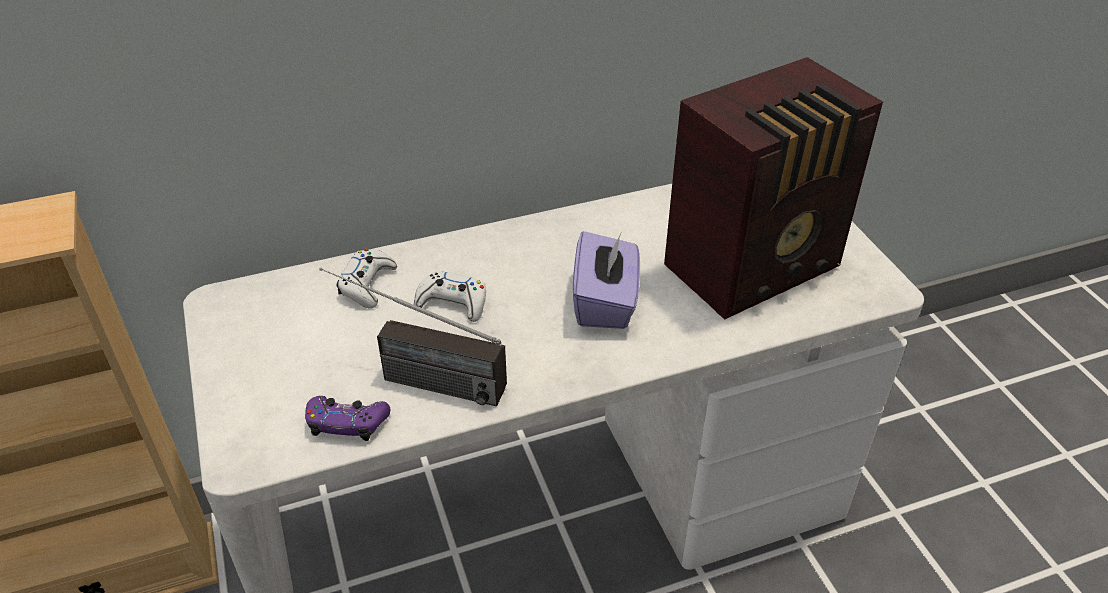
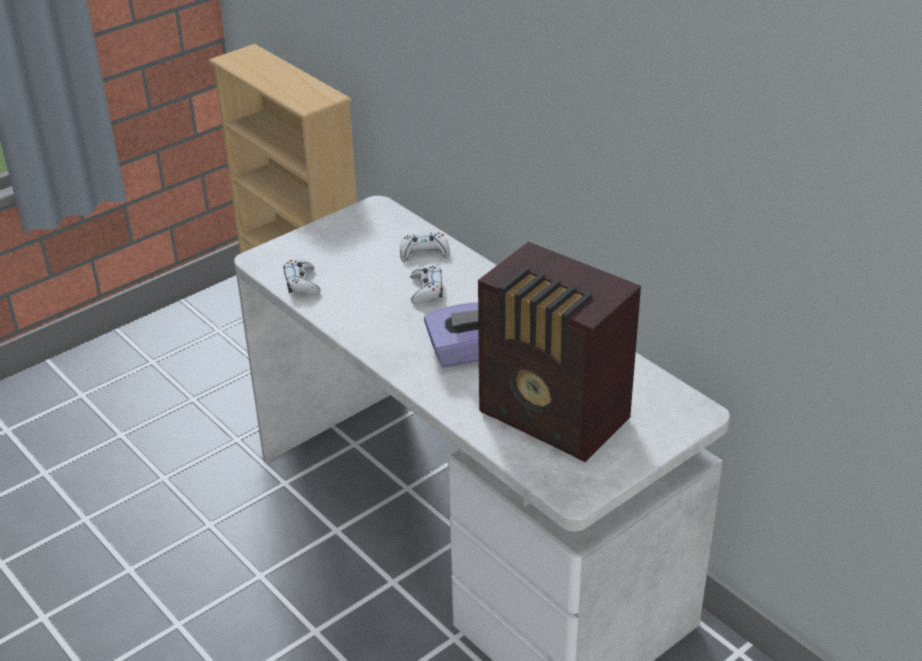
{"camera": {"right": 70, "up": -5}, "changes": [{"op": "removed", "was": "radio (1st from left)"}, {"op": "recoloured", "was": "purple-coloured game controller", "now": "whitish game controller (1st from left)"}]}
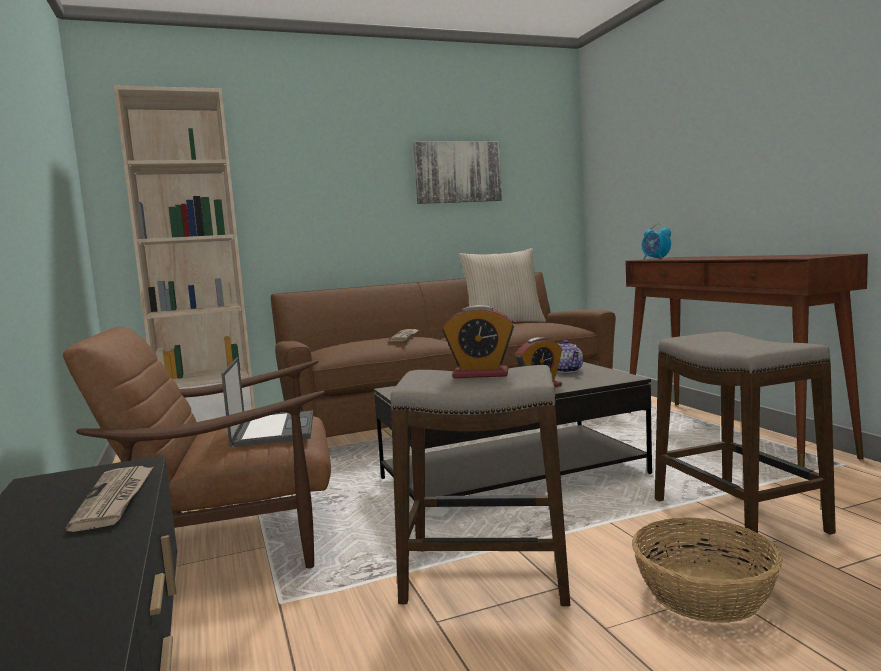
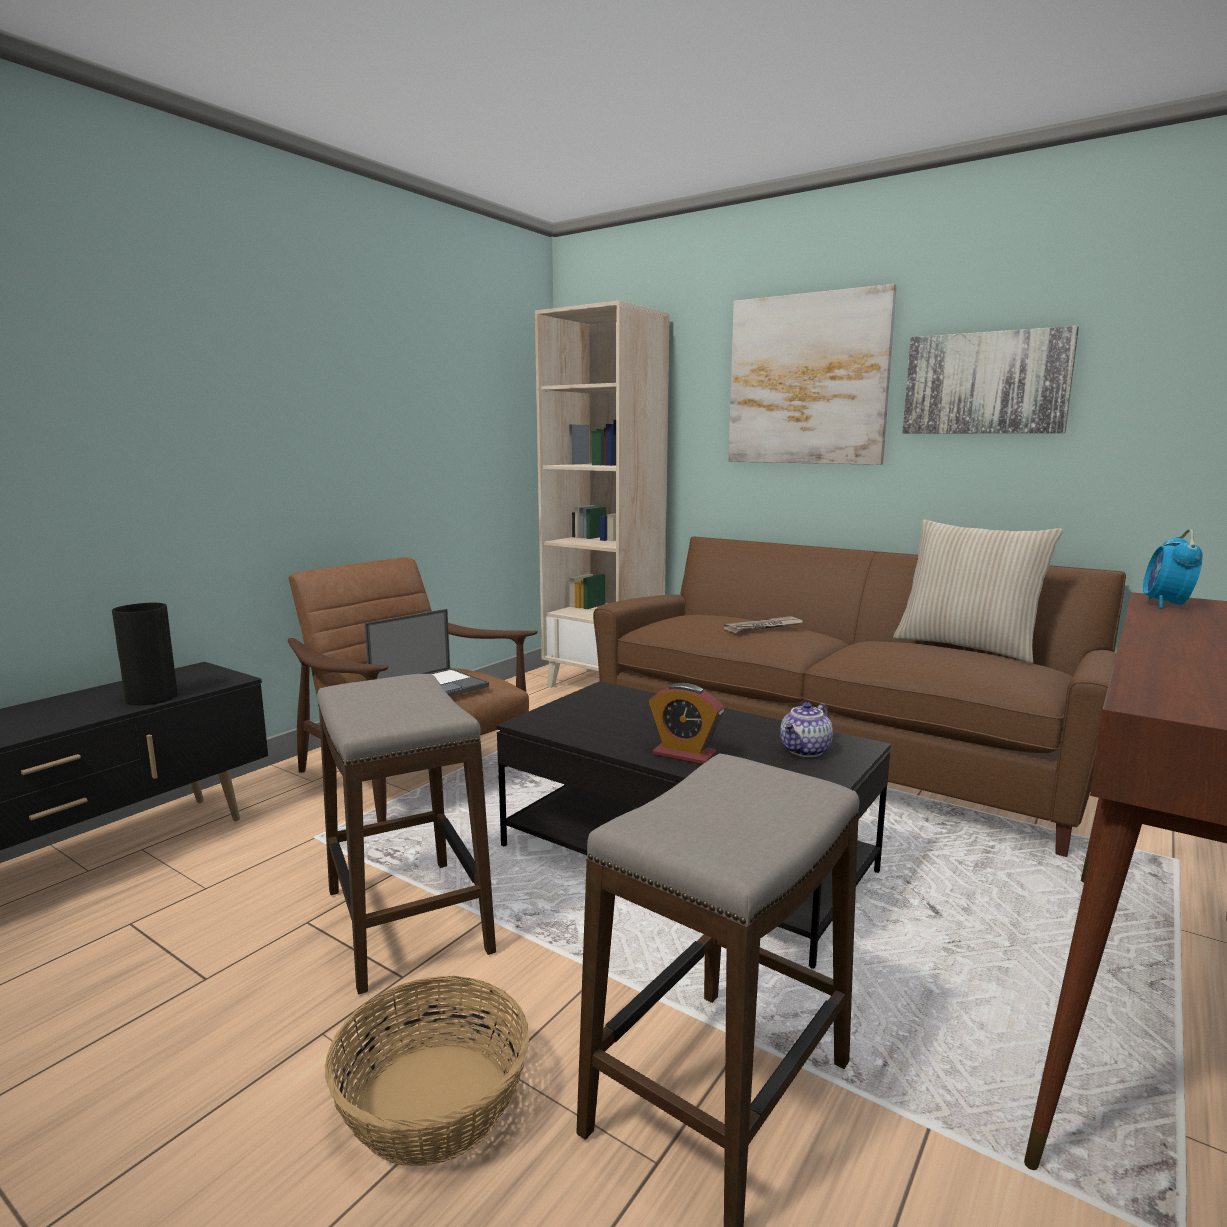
{"camera": {"right": 55, "up": 5}, "changes": [{"op": "removed", "was": "table clock (1st from left)"}, {"op": "added", "now": "wall picture (1st from left)"}, {"op": "replaced", "was": "daily paper (1st from left)", "now": "vase"}]}
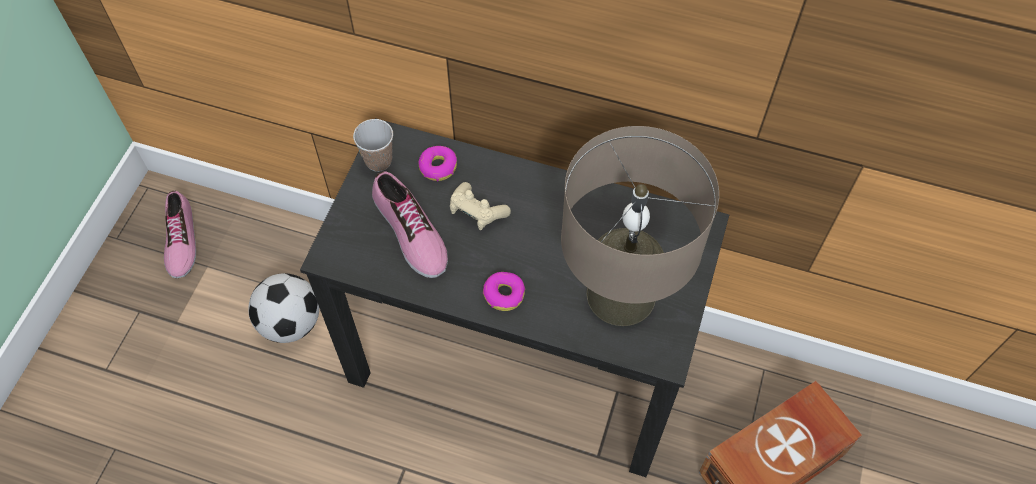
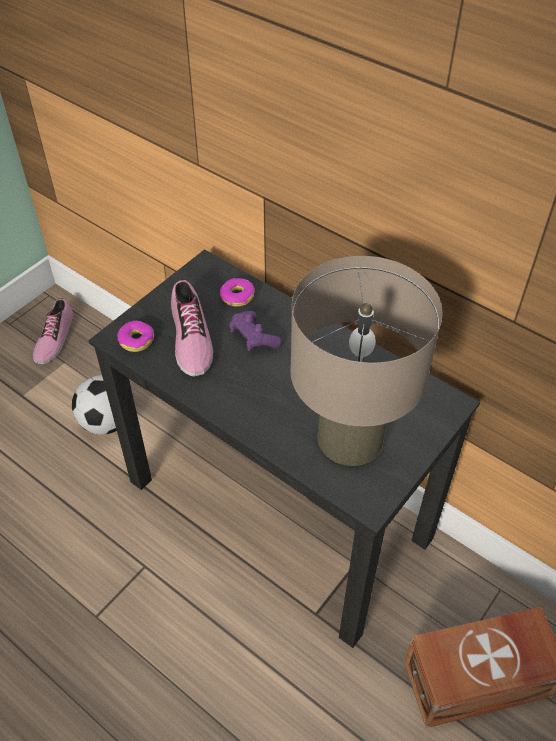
{"camera": {"right": 20, "up": -10}, "changes": [{"op": "removed", "was": "cup"}, {"op": "moved", "was": "donut (2nd from left in the first image)", "now": "donut (1st from left)"}, {"op": "recoloured", "was": "beige-coloured game controller", "now": "purple-coloured game controller"}]}
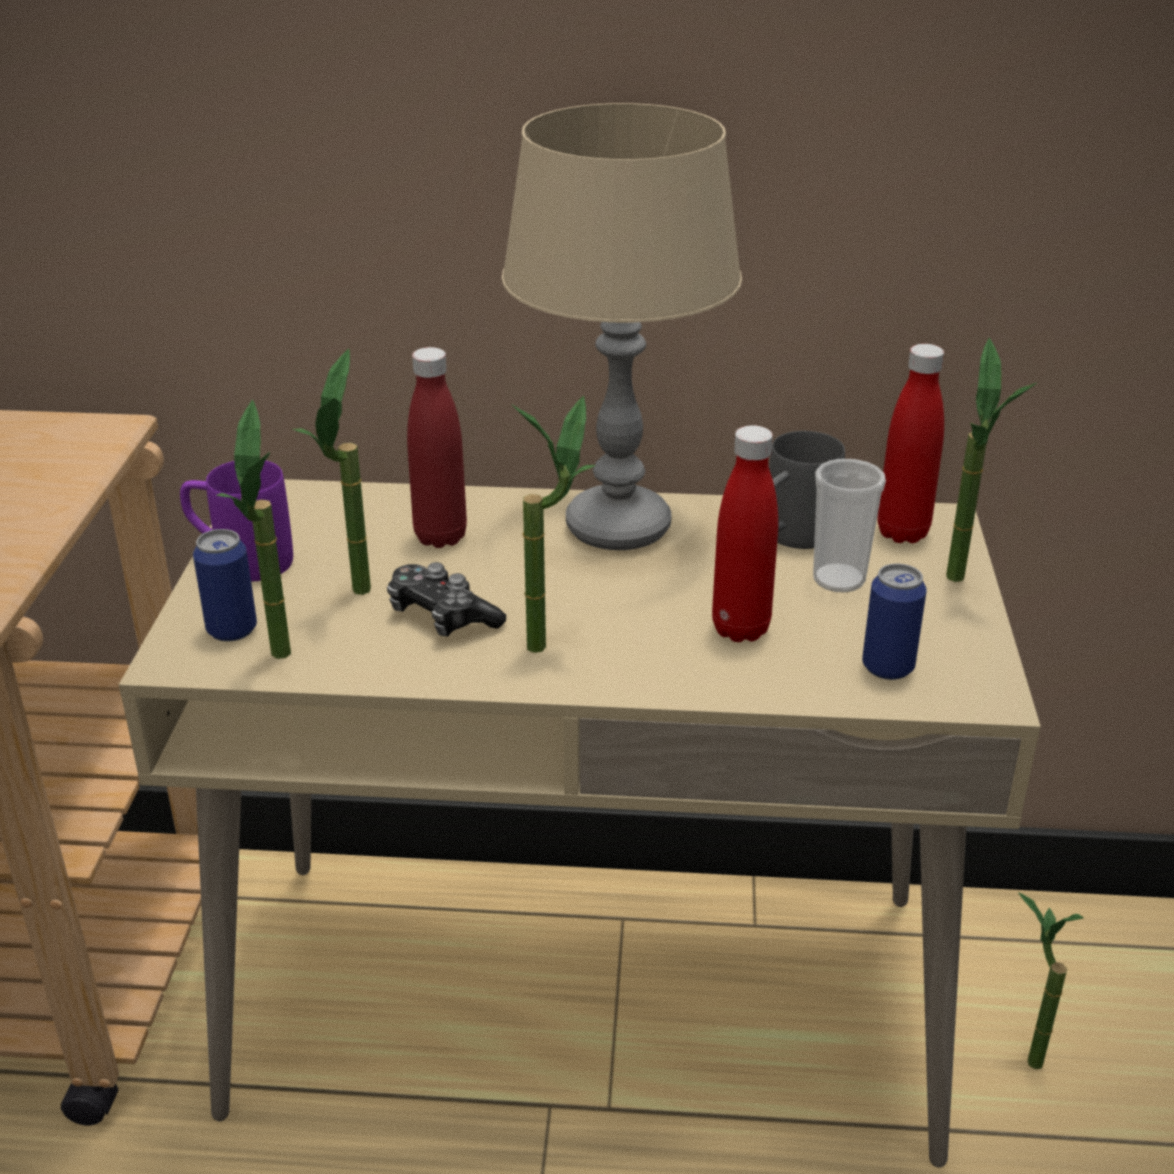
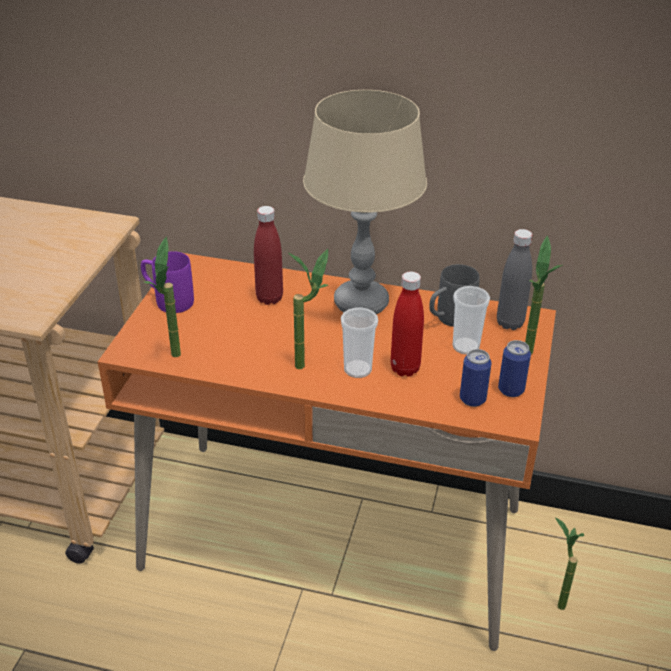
{"camera": {"right": 10, "up": 5}, "changes": [{"op": "removed", "was": "plant in a pot (2nd from left)"}, {"op": "removed", "was": "game controller"}, {"op": "added", "now": "cup (1st from left)"}, {"op": "moved", "was": "sealed can (1st from left in the first image)", "now": "sealed can (2nd from left)"}, {"op": "recoloured", "was": "beige-coloured desk", "now": "orange-coloured desk"}, {"op": "recoloured", "was": "reddish drink bottle (3rd from left)", "now": "greyish drink bottle"}]}
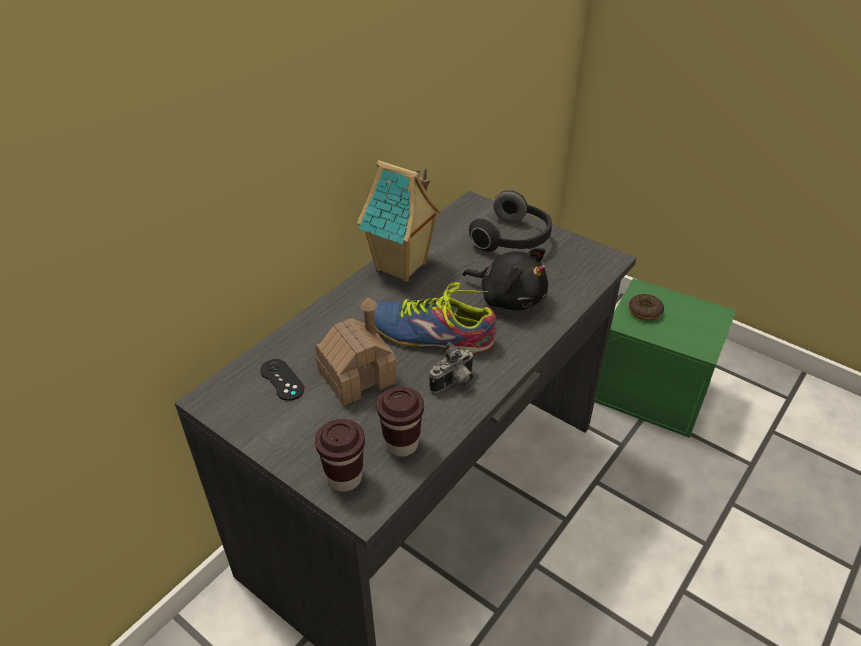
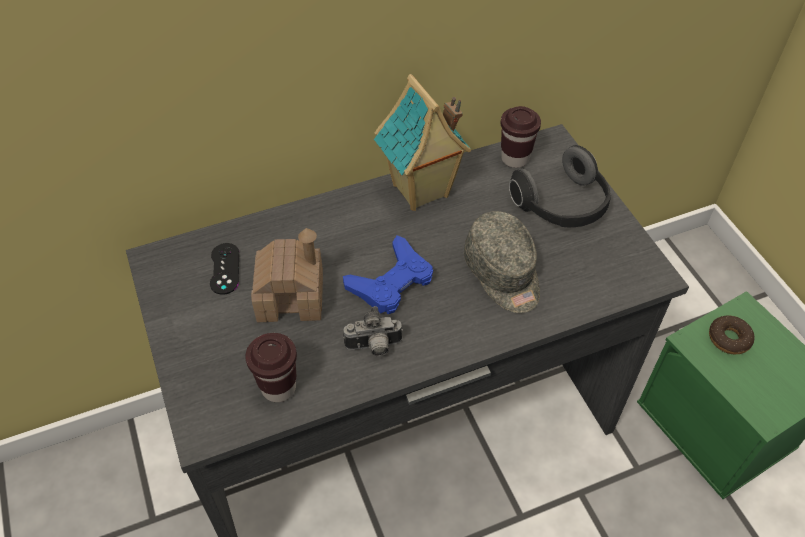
{"camera": {"right": 30, "up": 10}, "changes": [{"op": "moved", "was": "brownish cup (1st from left in the first image)", "now": "brownish cup (2nd from left)"}, {"op": "replaced", "was": "low shoe", "now": "blue game controller"}, {"op": "replaced", "was": "blackish soft toy", "now": "greyish peaked cap"}]}
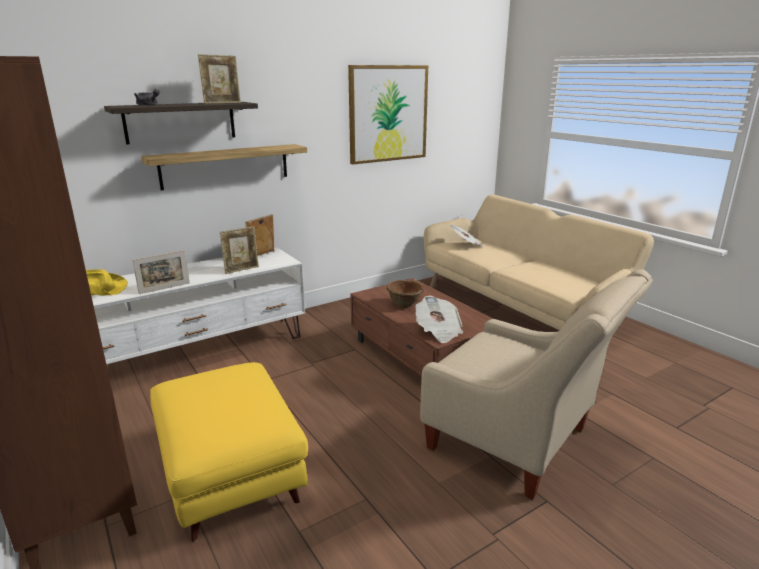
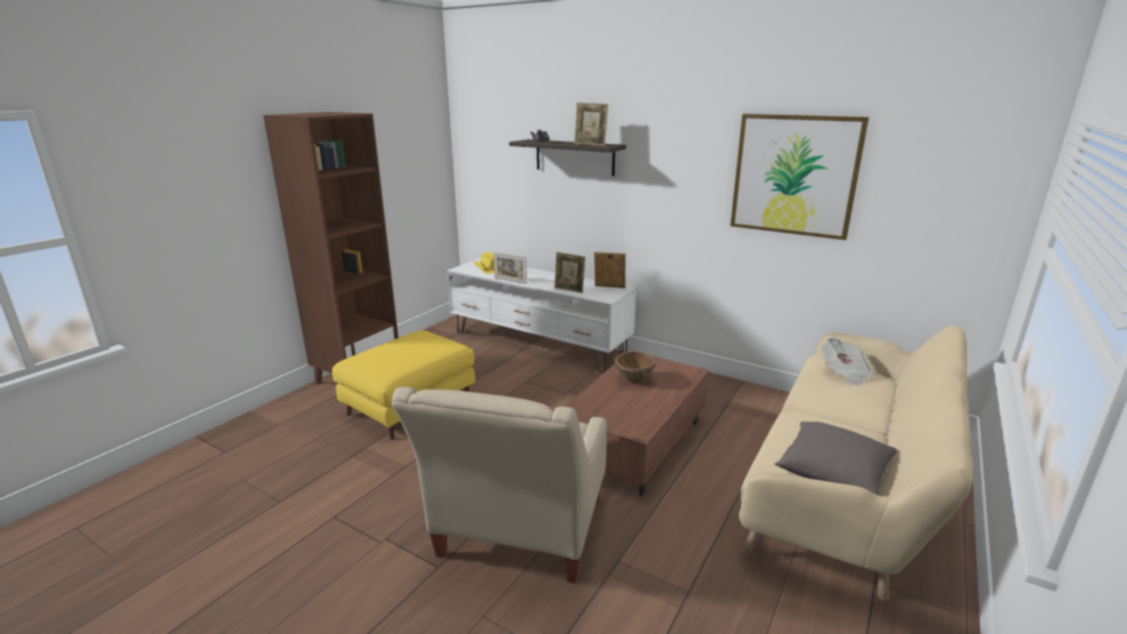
{"camera": {"right": 65, "up": 0}, "changes": [{"op": "removed", "was": "wall shelf (2nd from left)"}, {"op": "removed", "was": "daily paper (1st from left)"}, {"op": "added", "now": "greyish cushion"}]}
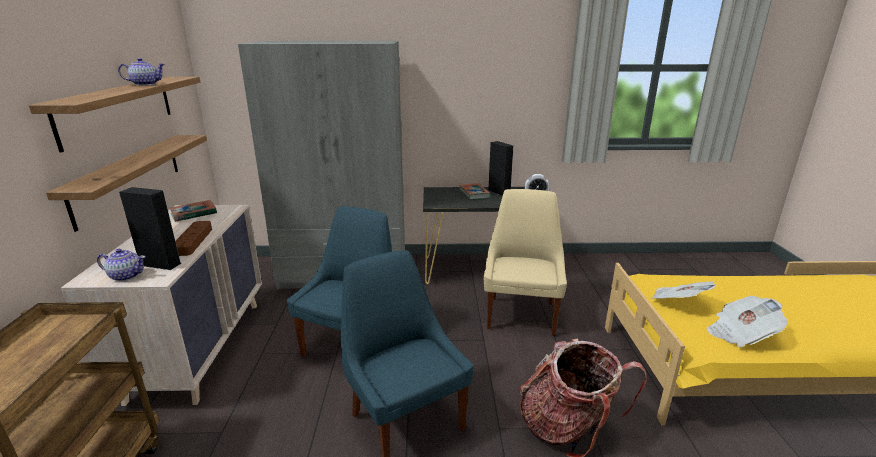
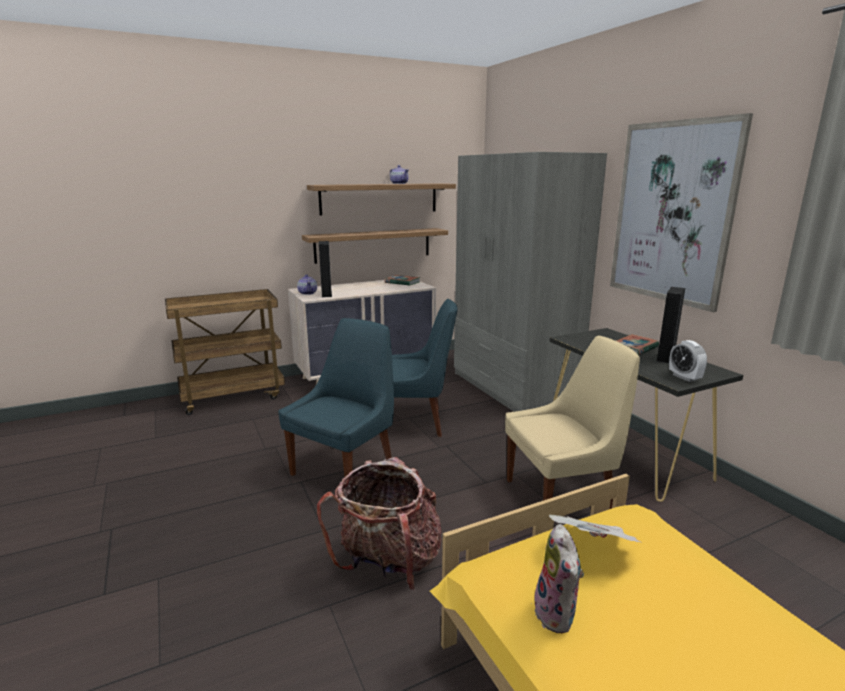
{"camera": {"right": 65, "up": -5}, "changes": [{"op": "removed", "was": "brownish serving tray"}, {"op": "added", "now": "wall picture"}, {"op": "replaced", "was": "daily paper (2nd from left)", "now": "soft toy"}]}
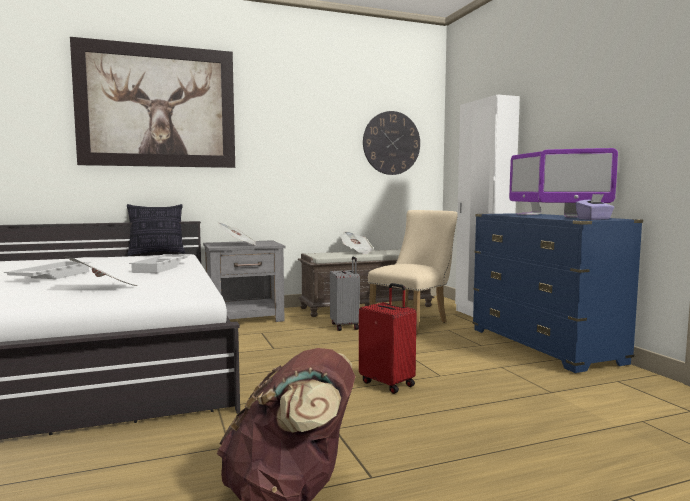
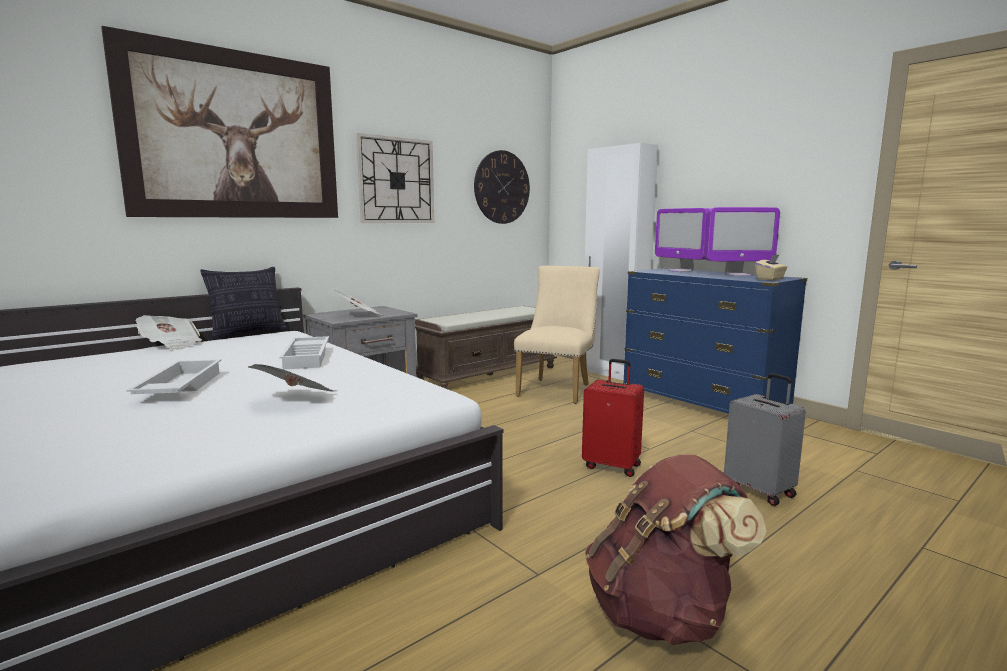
{"camera": {"right": -20, "up": 5}, "changes": [{"op": "added", "now": "clock on the wall (1st from left)"}, {"op": "moved", "was": "greyish travel case"}, {"op": "moved", "was": "daily paper (3rd from left in the first image)", "now": "daily paper (1st from left)"}, {"op": "recoloured", "was": "purple-coloured box of tissues", "now": "beige-coloured box of tissues"}]}
